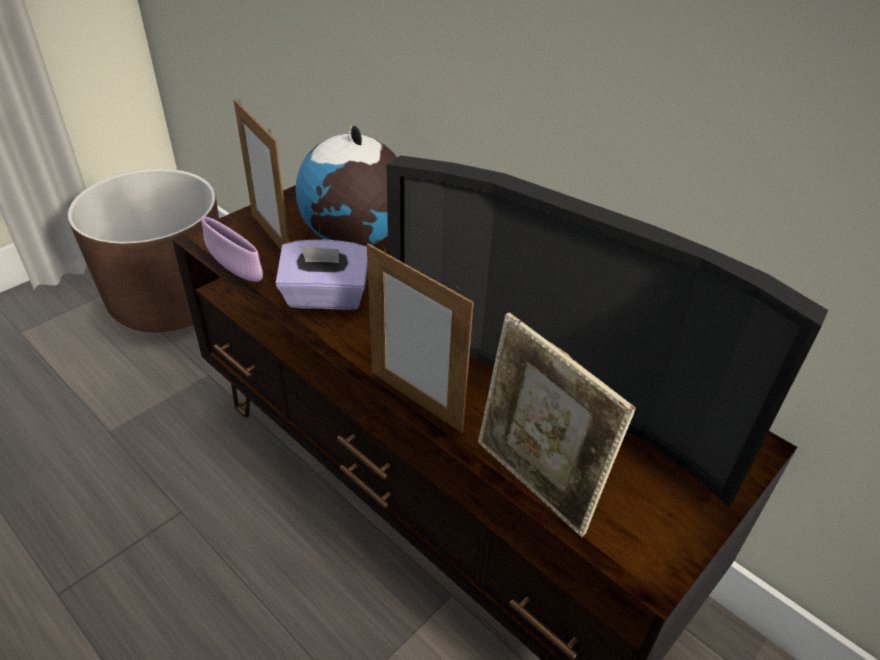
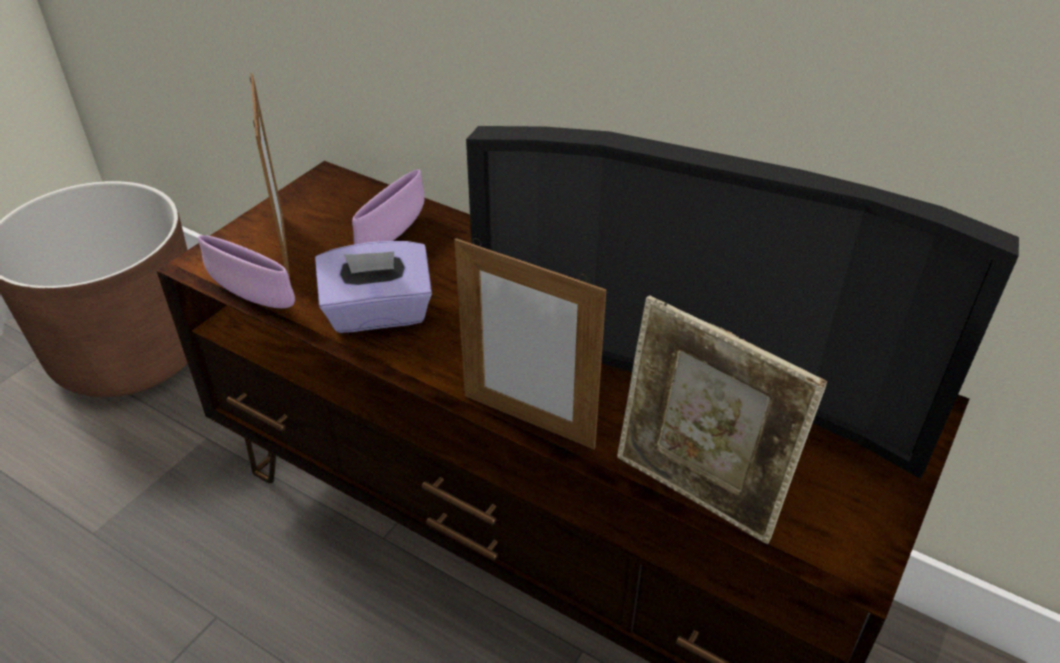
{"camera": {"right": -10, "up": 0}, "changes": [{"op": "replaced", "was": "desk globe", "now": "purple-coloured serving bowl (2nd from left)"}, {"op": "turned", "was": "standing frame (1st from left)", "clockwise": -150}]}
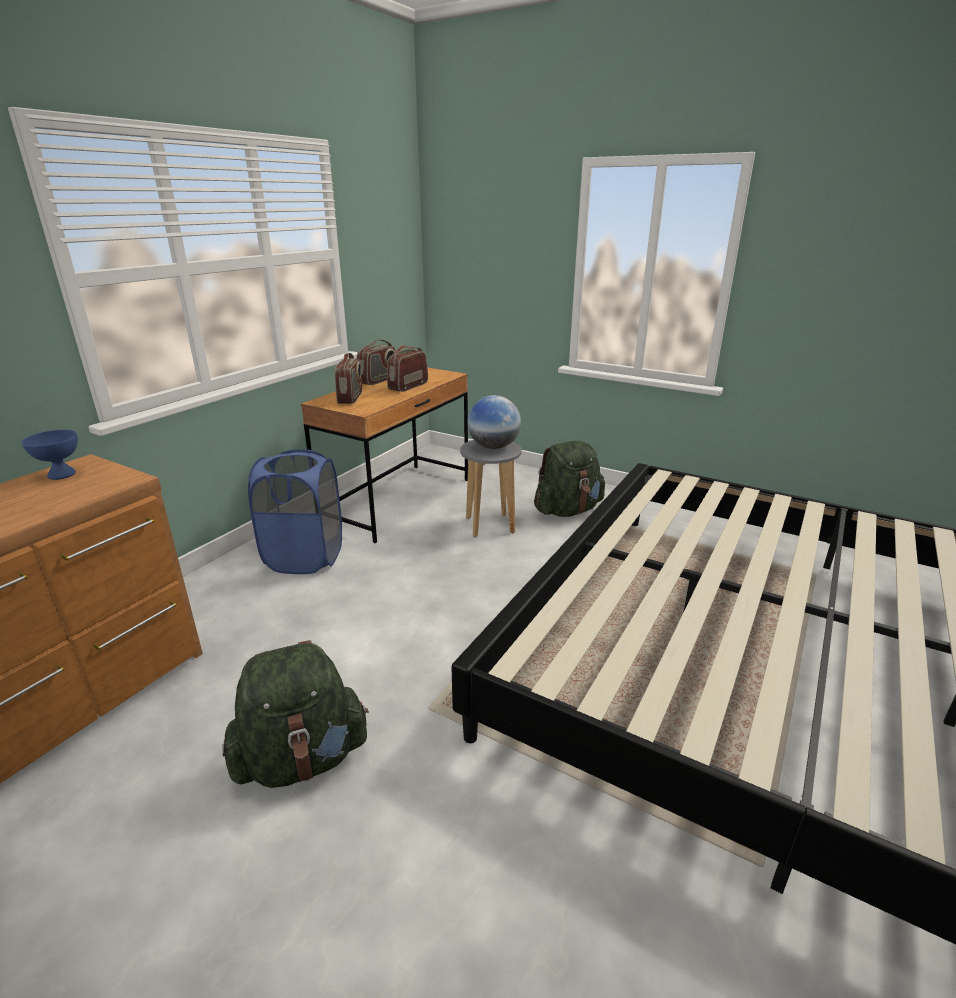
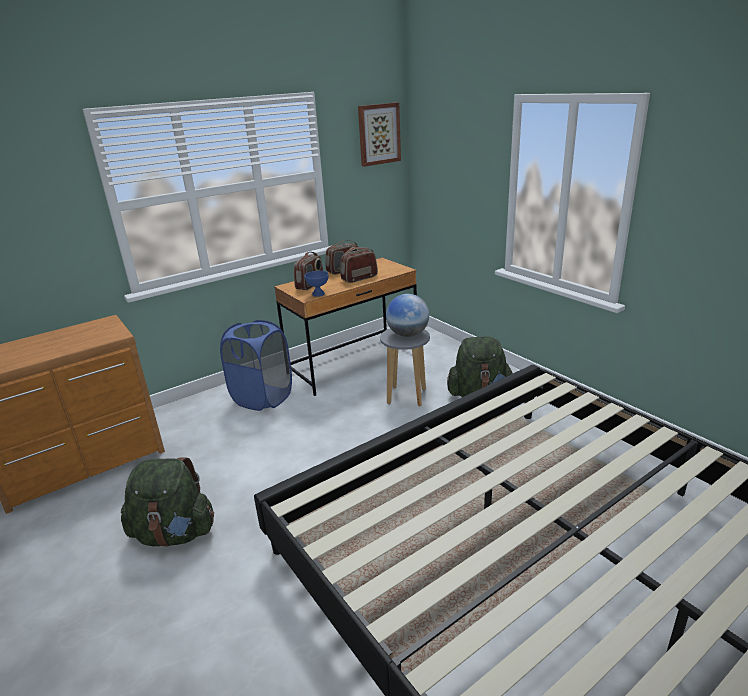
{"camera": {"right": 25, "up": 0}, "changes": [{"op": "added", "now": "wall picture"}, {"op": "moved", "was": "blue serving bowl"}]}
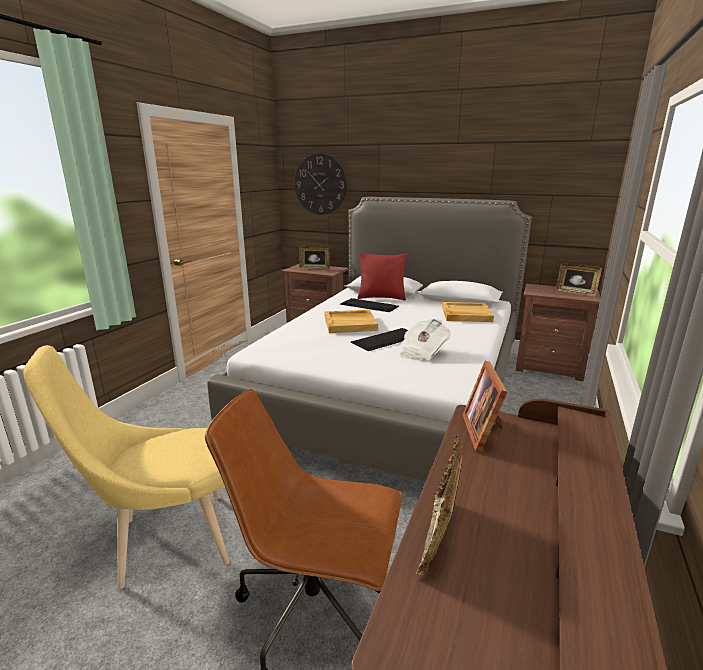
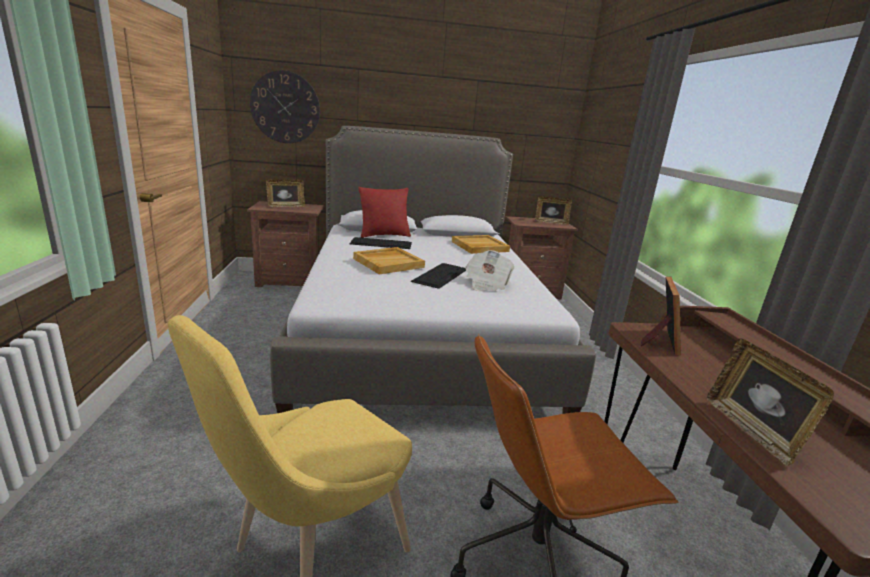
{"camera": {"right": -30, "up": 0}, "changes": [{"op": "turned", "was": "standing frame (3rd from left)", "clockwise": -135}]}
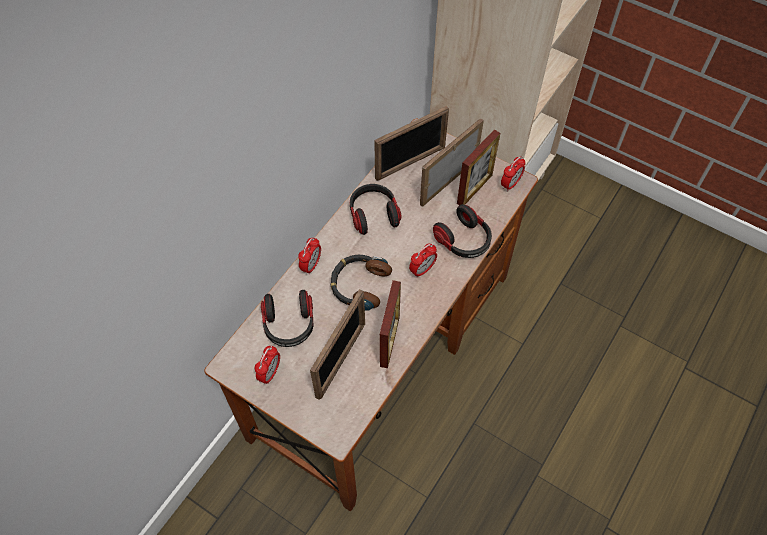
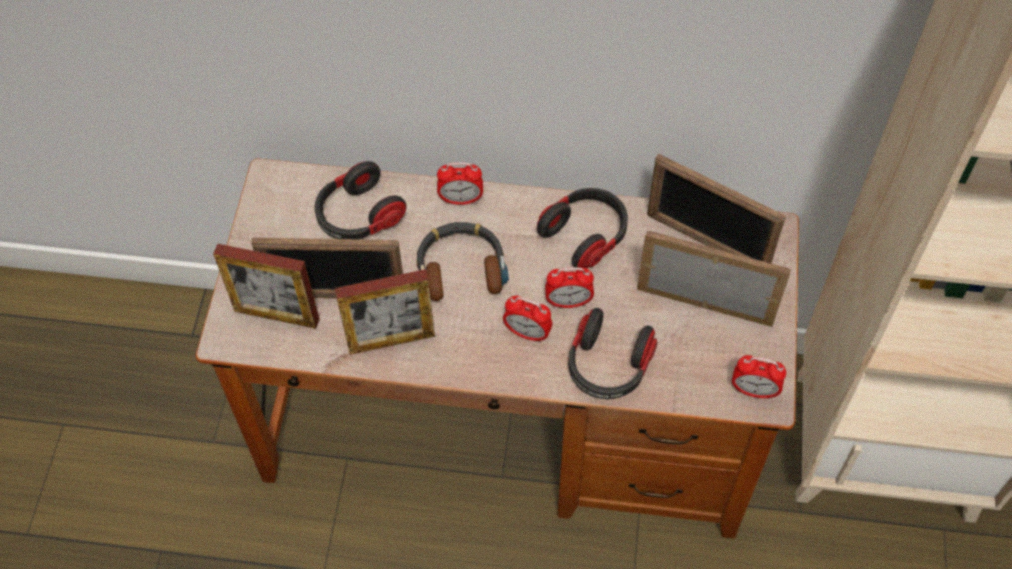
{"camera": {"right": 65, "up": 0}, "changes": [{"op": "moved", "was": "table clock (1st from left in the first image)", "now": "table clock (3rd from left)"}, {"op": "moved", "was": "standing frame (5th from left in the first image)", "now": "standing frame (1st from left)"}]}
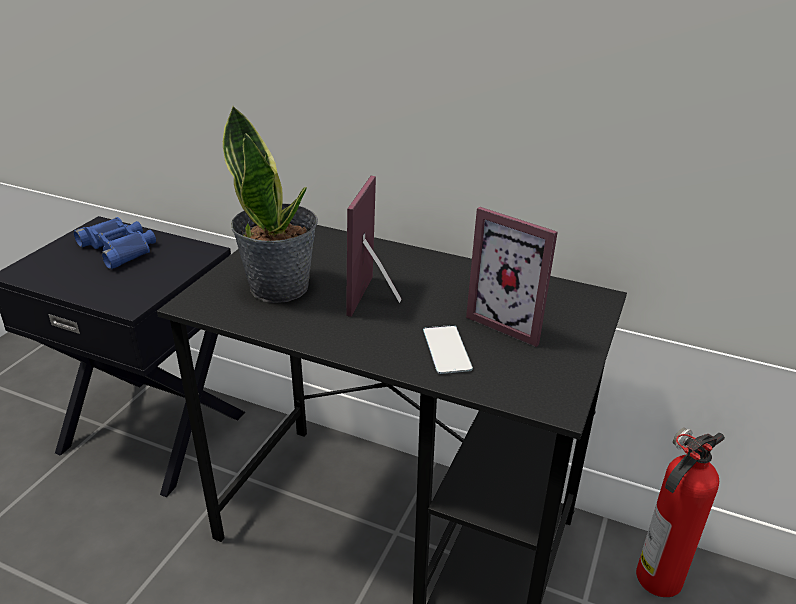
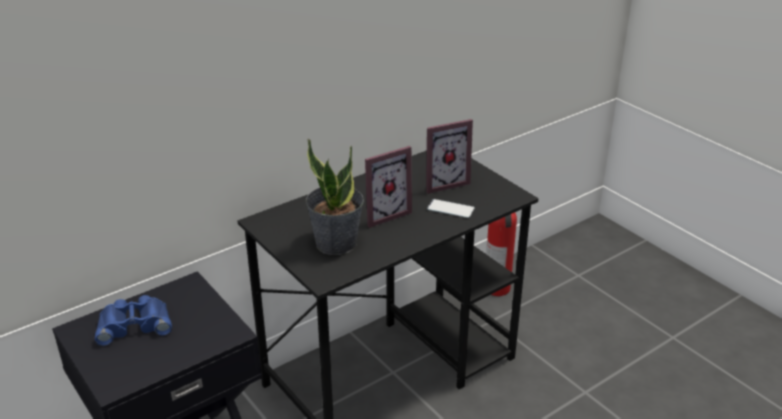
{"camera": {"right": -60, "up": 0}, "changes": [{"op": "turned", "was": "standing frame (1st from left)", "clockwise": -75}]}
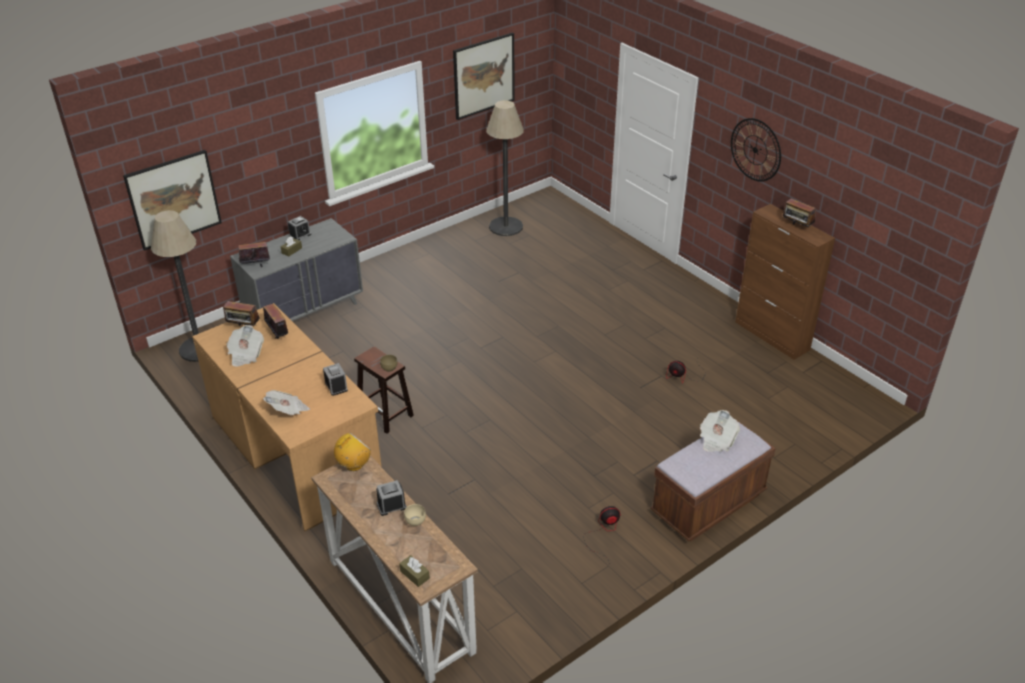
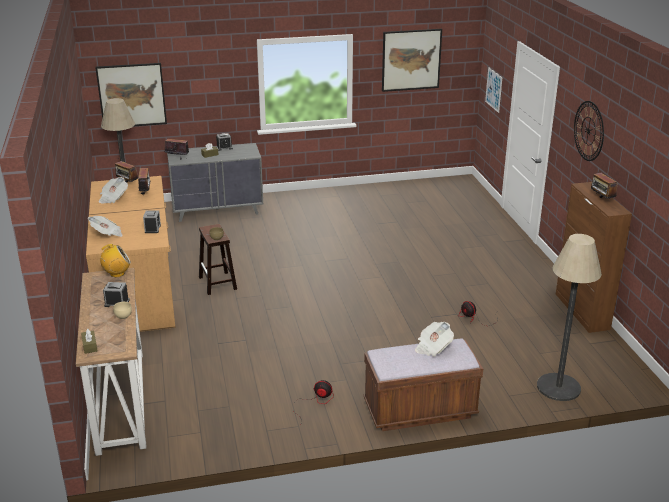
{"camera": {"right": 25, "up": -10}, "changes": [{"op": "added", "now": "wall picture (3rd from left)"}, {"op": "moved", "was": "standard lamp (2nd from left)"}]}
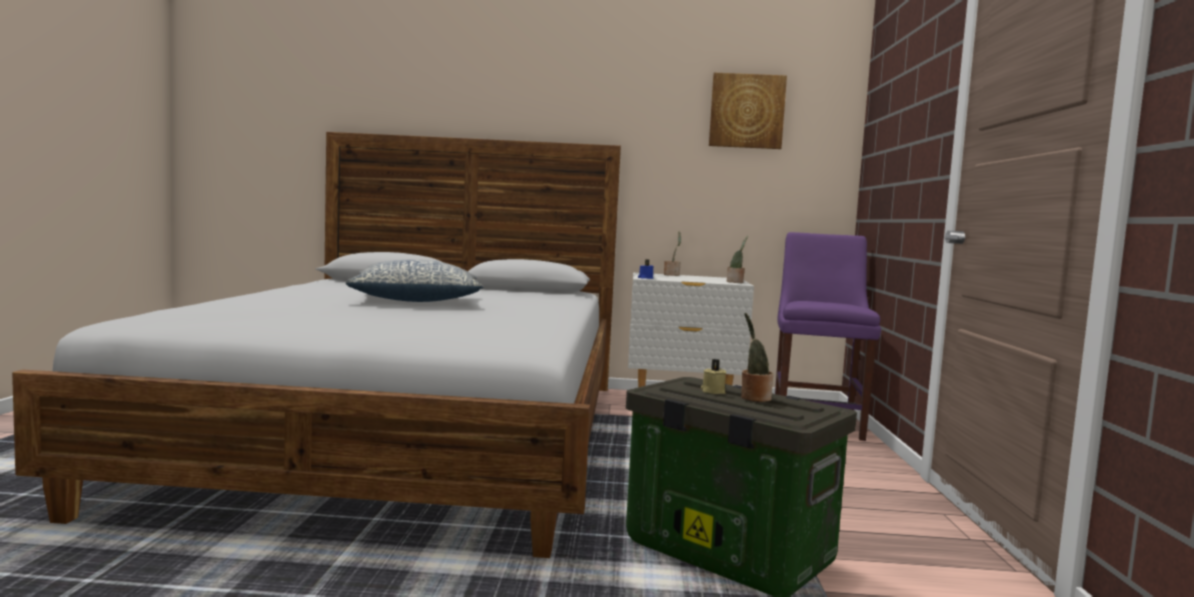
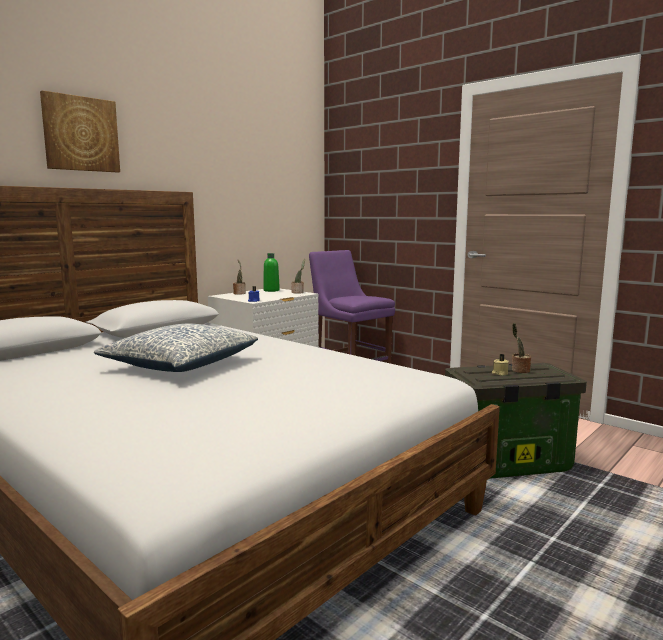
{"camera": {"right": -50, "up": 5}, "changes": [{"op": "added", "now": "green-coloured drink bottle"}, {"op": "moved", "was": "wall picture"}]}
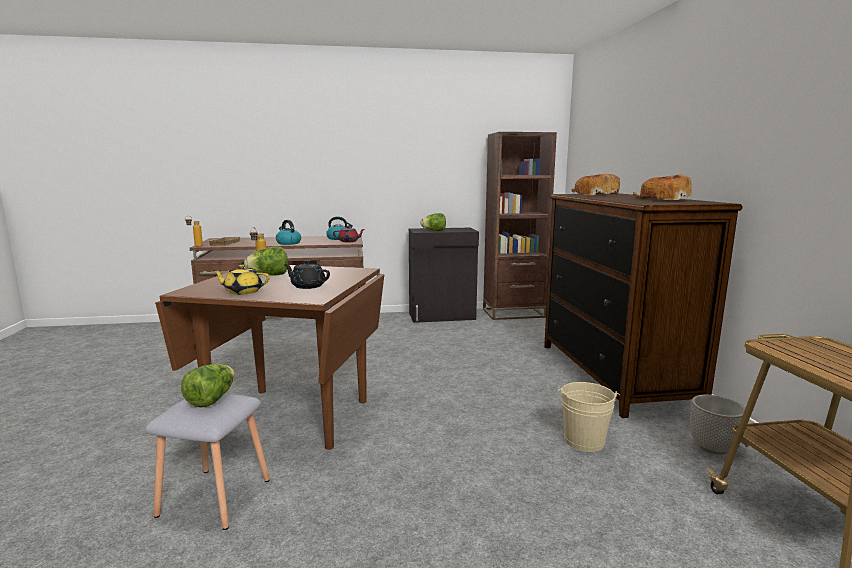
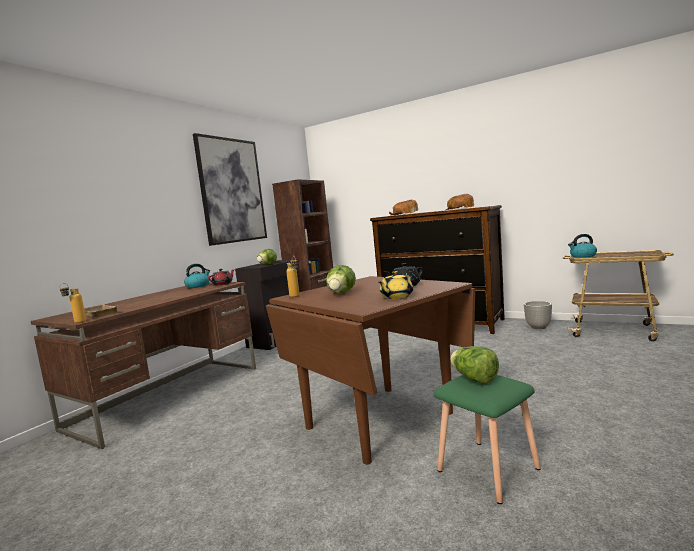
{"camera": {"right": -50, "up": -5}, "changes": [{"op": "removed", "was": "beige-coloured water bucket"}, {"op": "added", "now": "wall picture"}, {"op": "moved", "was": "kettle (1st from left in the first image)", "now": "kettle (2nd from left)"}, {"op": "recoloured", "was": "greyish stool", "now": "green-coloured stool"}]}
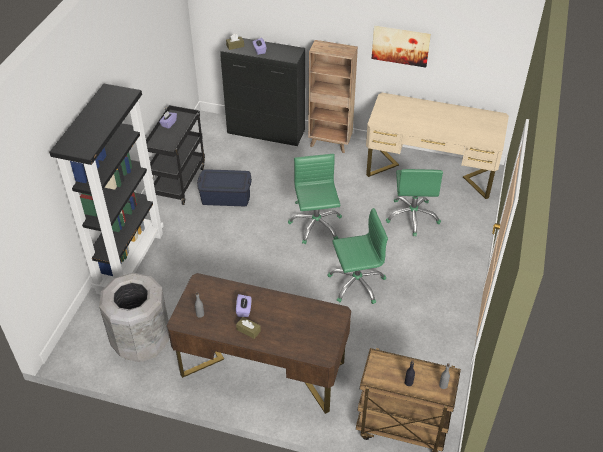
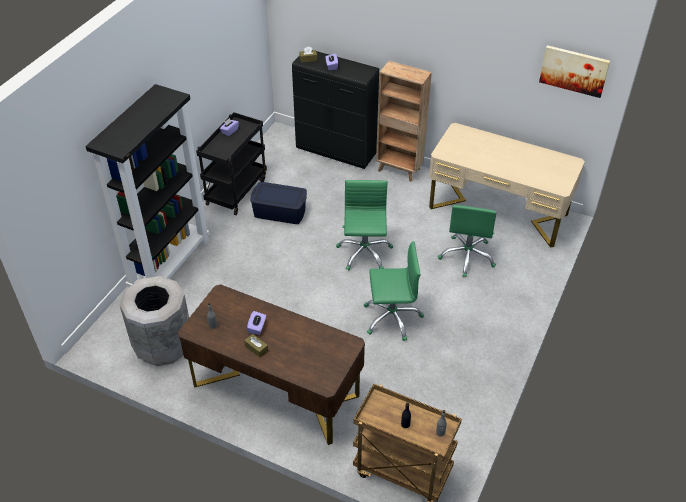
{"camera": {"right": 10, "up": 0}, "changes": [{"op": "moved", "was": "wall picture"}]}
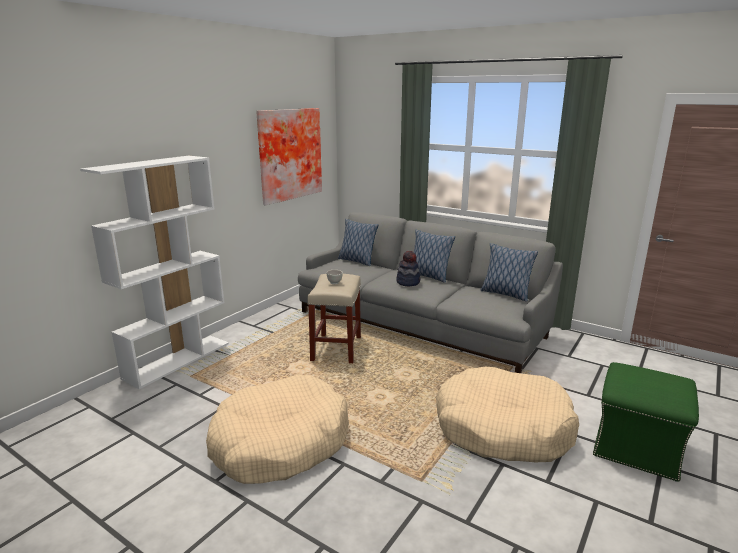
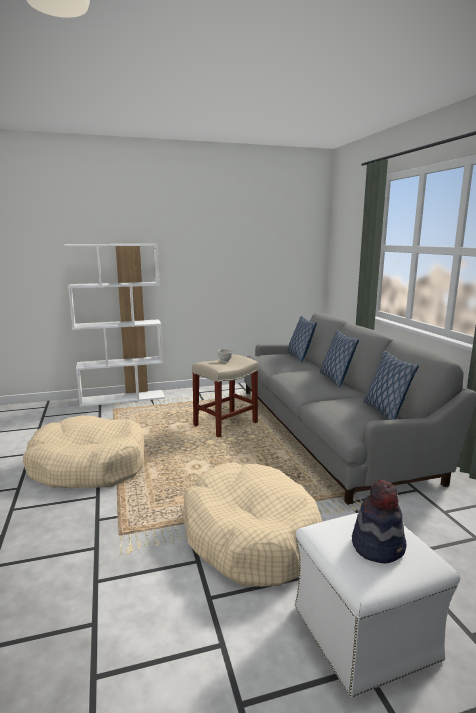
{"camera": {"right": 40, "up": -5}, "changes": [{"op": "removed", "was": "wall picture"}, {"op": "moved", "was": "hat"}, {"op": "recoloured", "was": "green-coloured footrest", "now": "whitish footrest"}]}
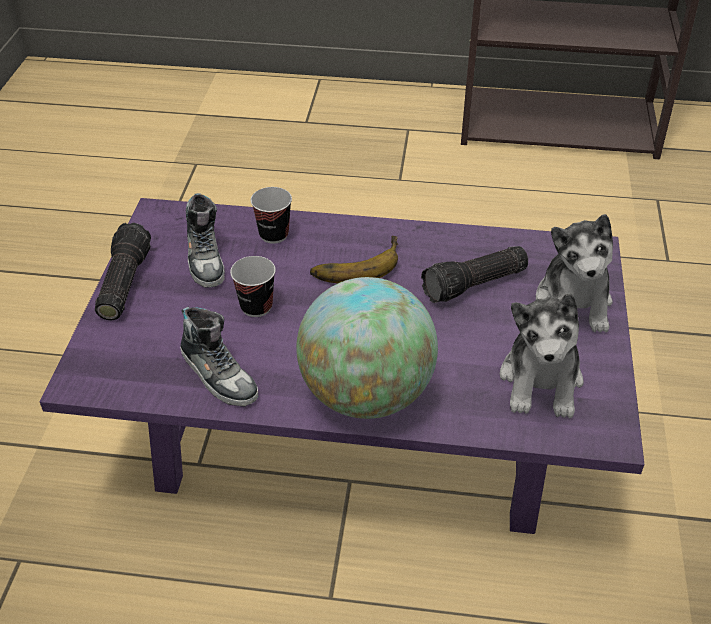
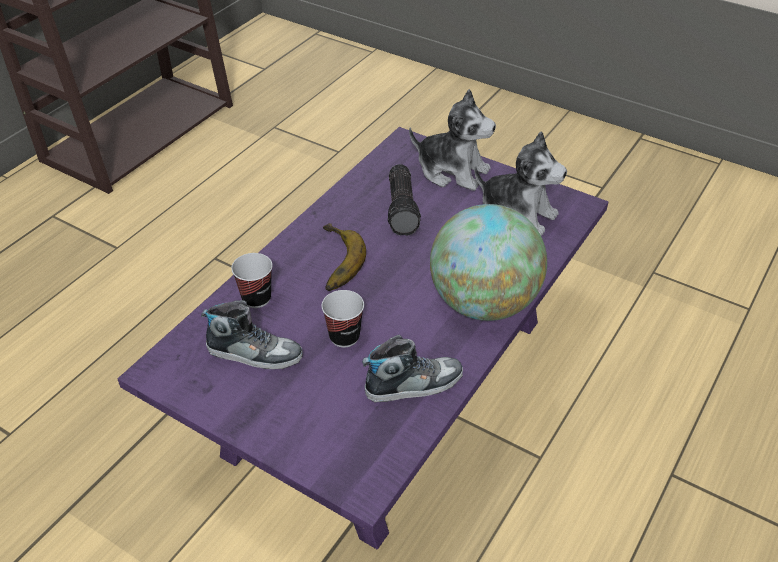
{"camera": {"right": -65, "up": 0}, "changes": [{"op": "removed", "was": "hand torch (1st from left)"}]}
